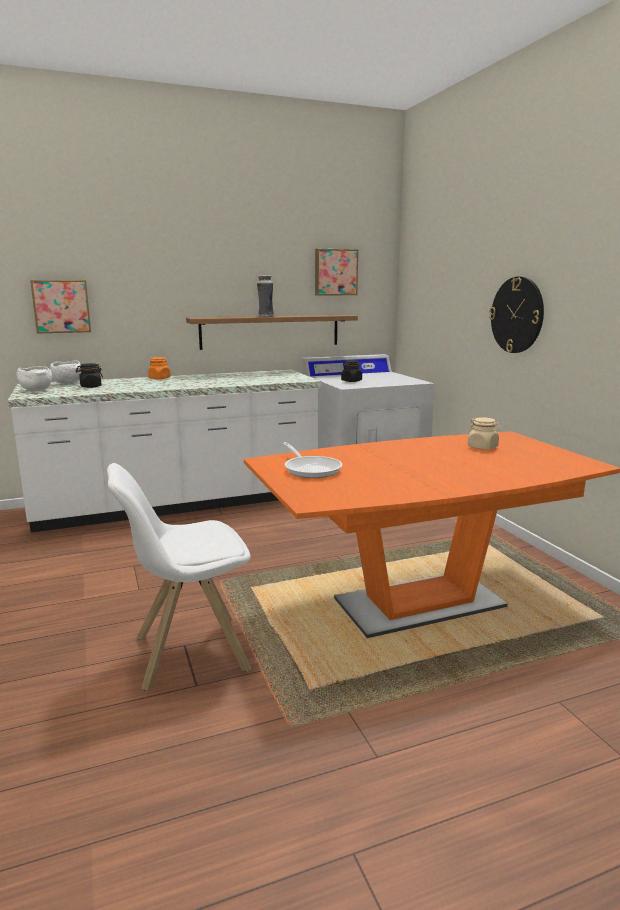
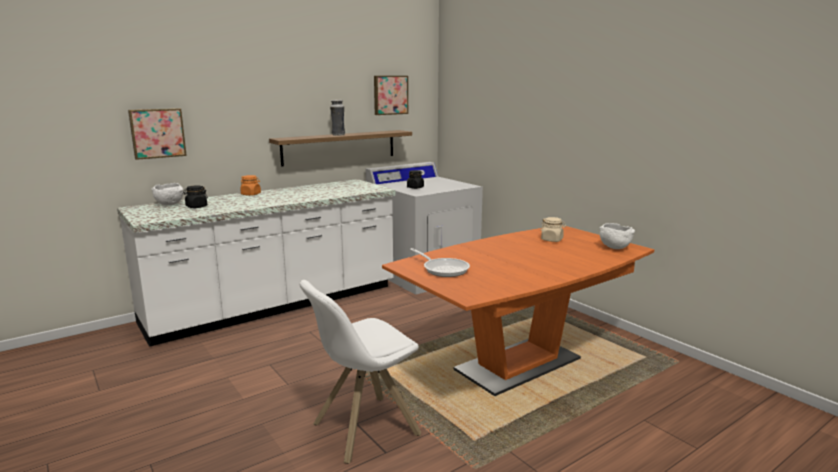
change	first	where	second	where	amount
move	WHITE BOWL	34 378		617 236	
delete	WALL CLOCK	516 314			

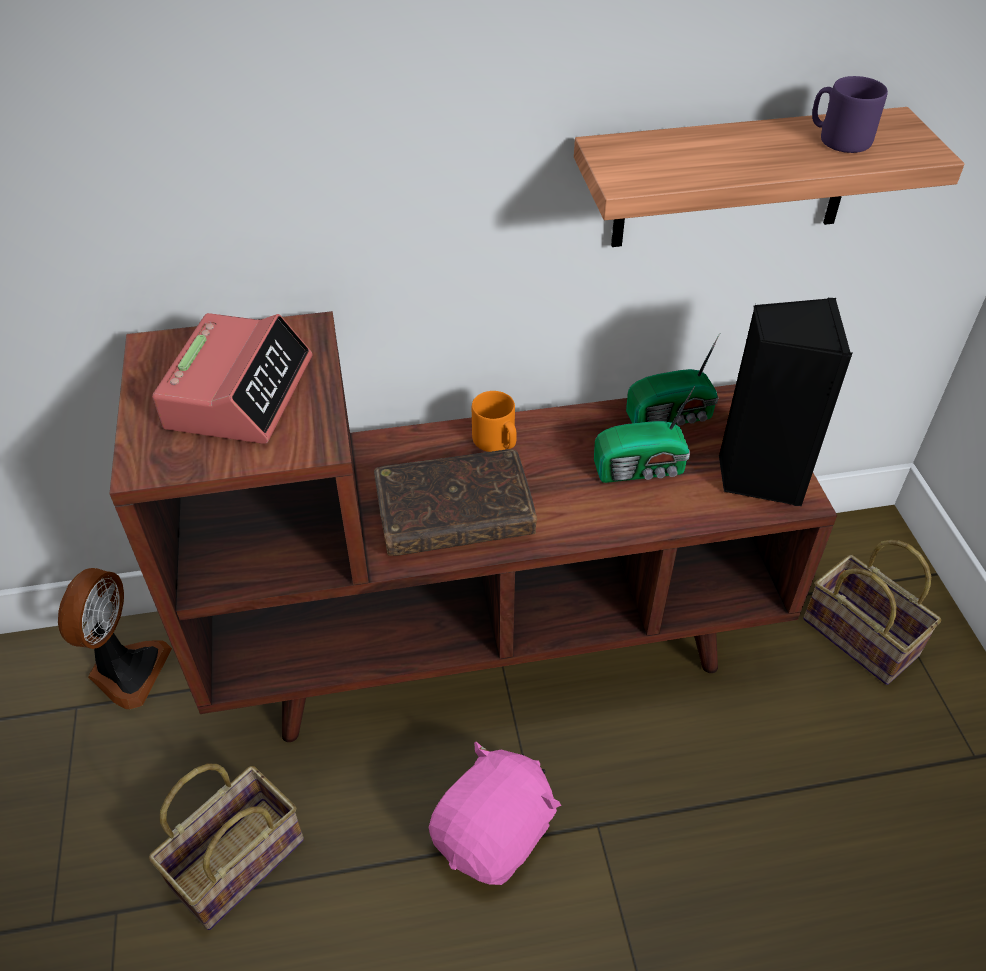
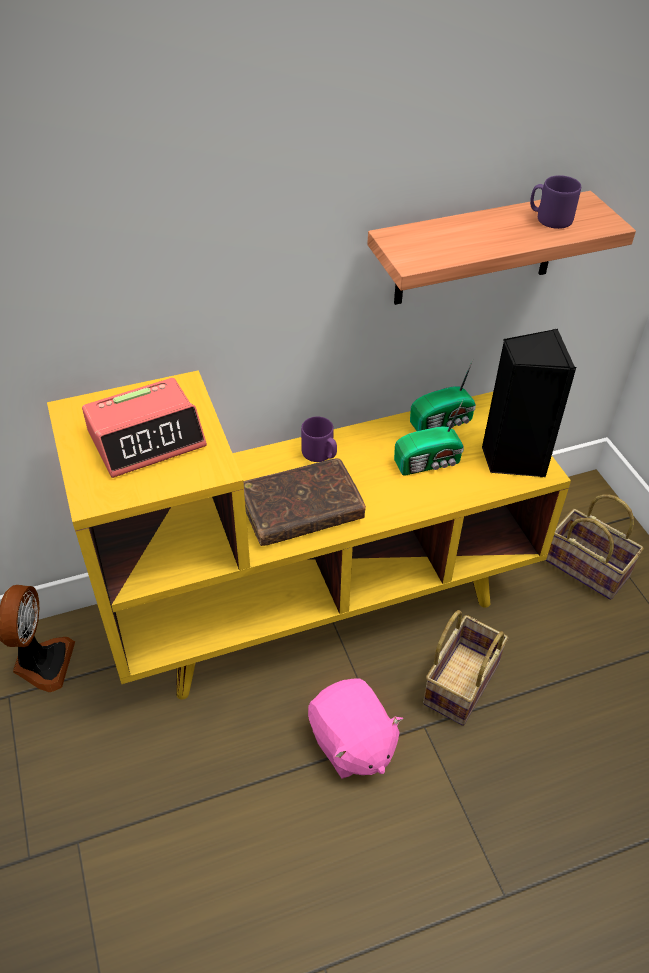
change	first	where	second	where	amount
recolor	BROWN TV STAND	473 526	YELLOW TV STAND	309 535	
move	BASKET	226 846		465 668	
rotate	ALARM CLOCK	232 378		144 428	60 degrees clockwise
rotate	PINK PLUSH TOY	495 813		355 728	120 degrees clockwise
recolor	ORANGE MUG	494 421	PURPLE MUG	319 439	

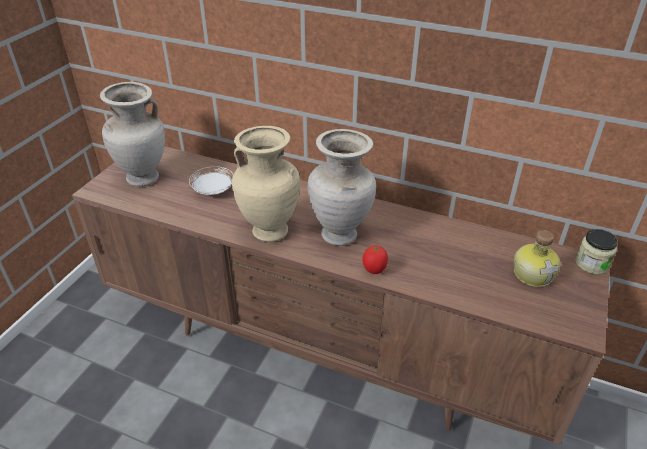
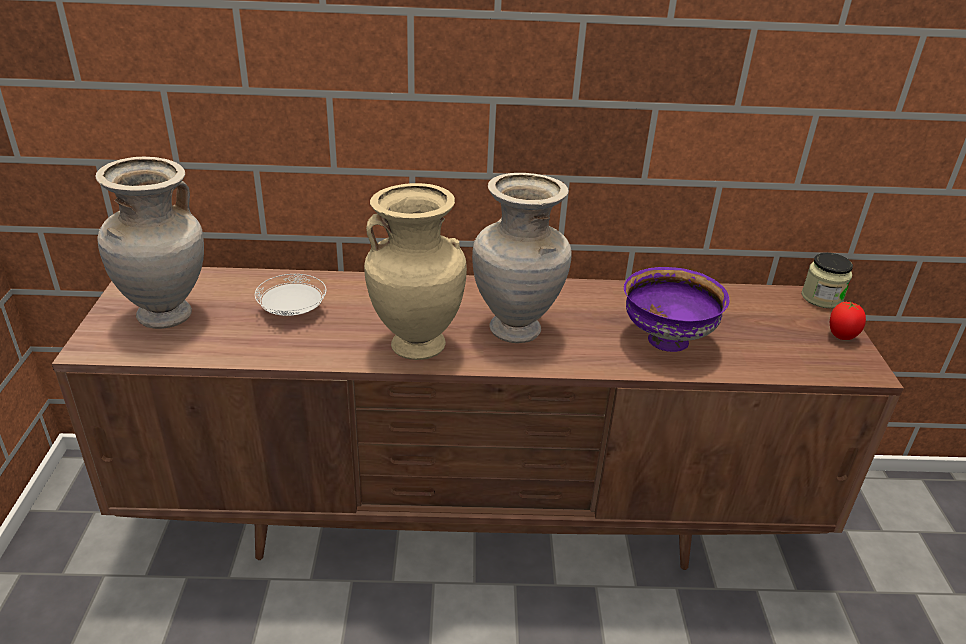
change	first	where	second	where	amount
move	TOMATO	375 259		848 321	
delete	BOTTLE	537 258			
insert			PURPLE BOWL	676 309	

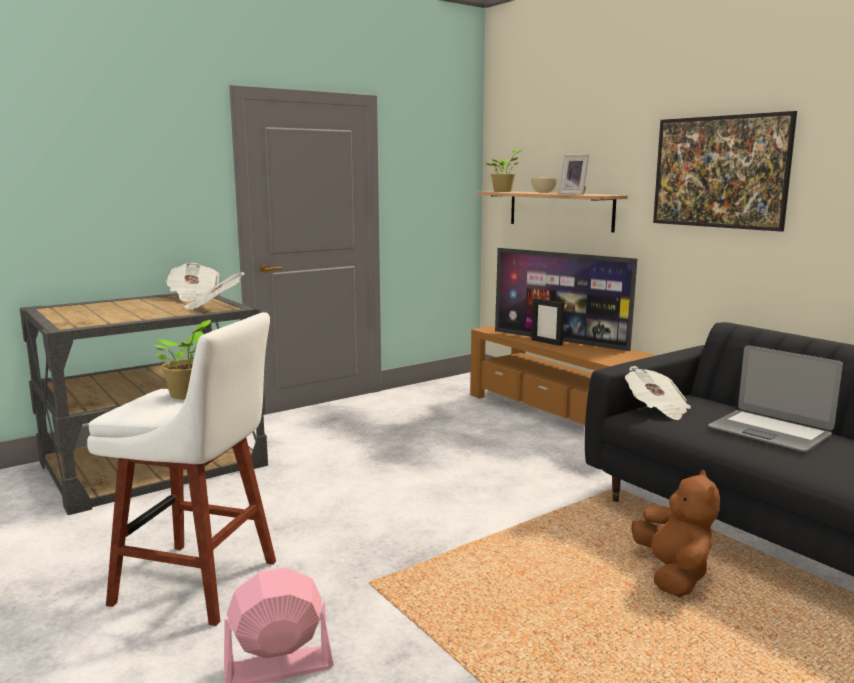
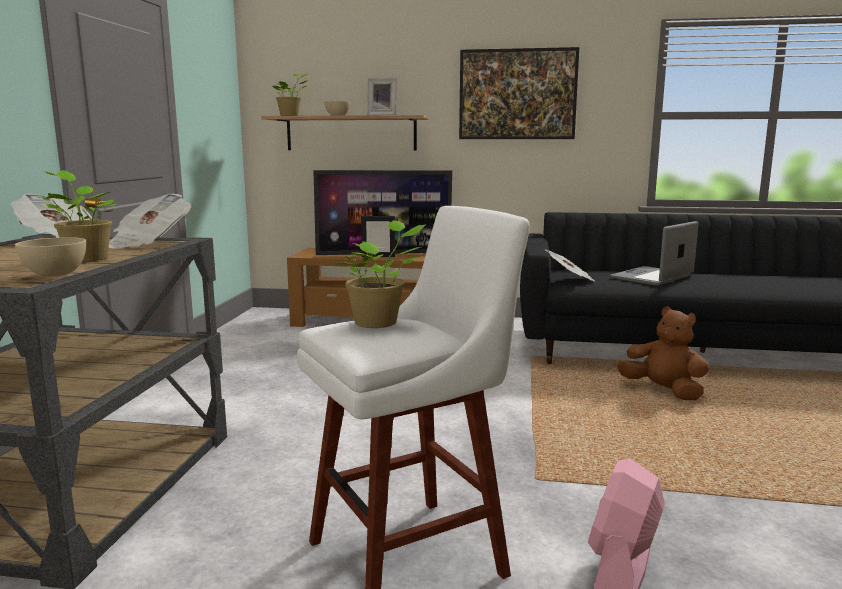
change	first	where	second	where	amount
rotate	LAPTOP	775 398		654 253	135 degrees clockwise
insert			BEIGE BOWL	50 257	
insert			POTTED PLANT	77 216	

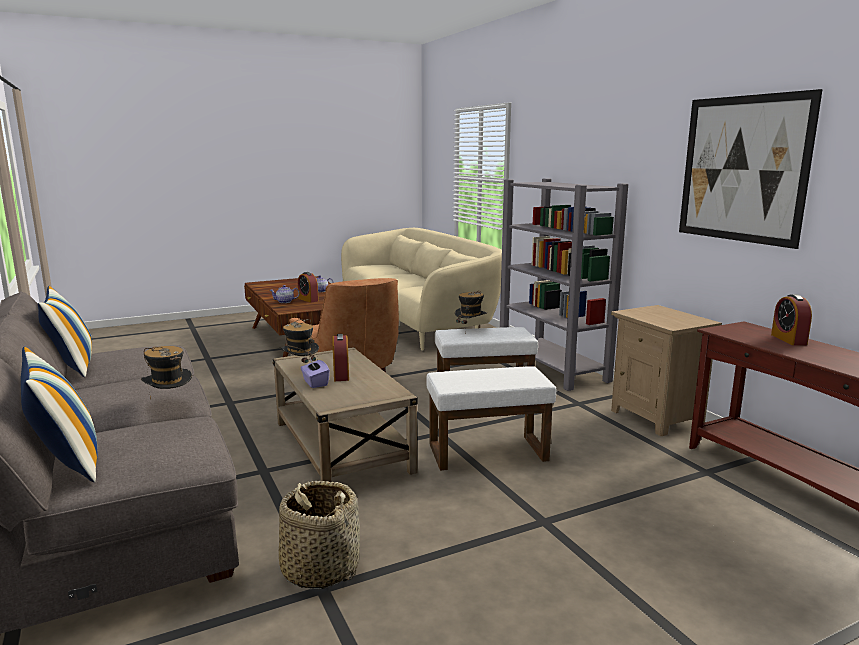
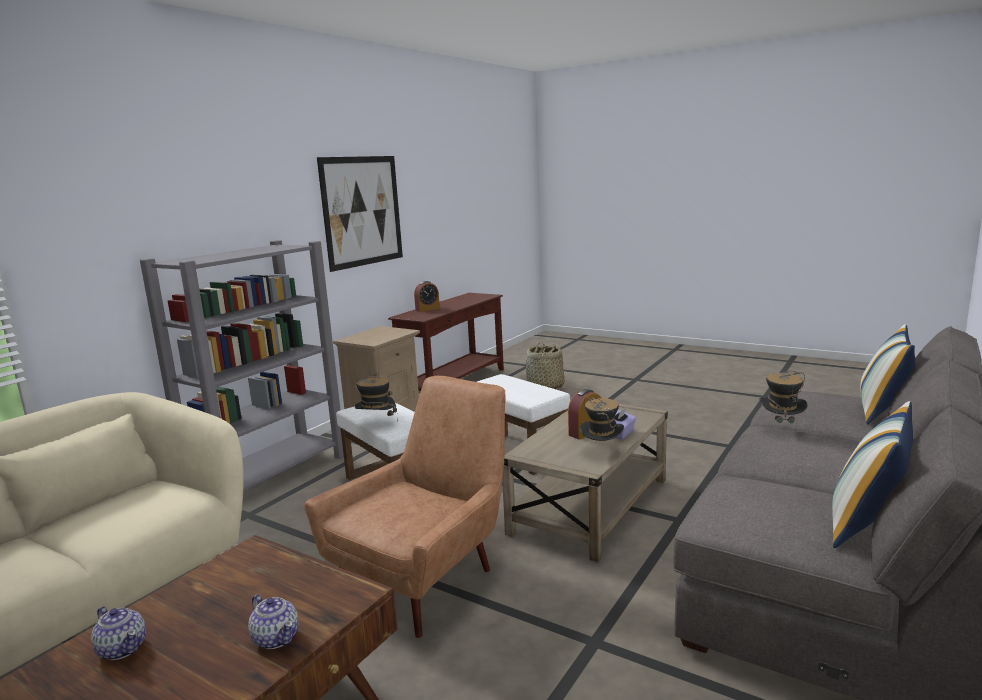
change	first	where	second	where	amount
move	BASKET	319 535		545 365	
delete	ALARM CLOCK	308 287			

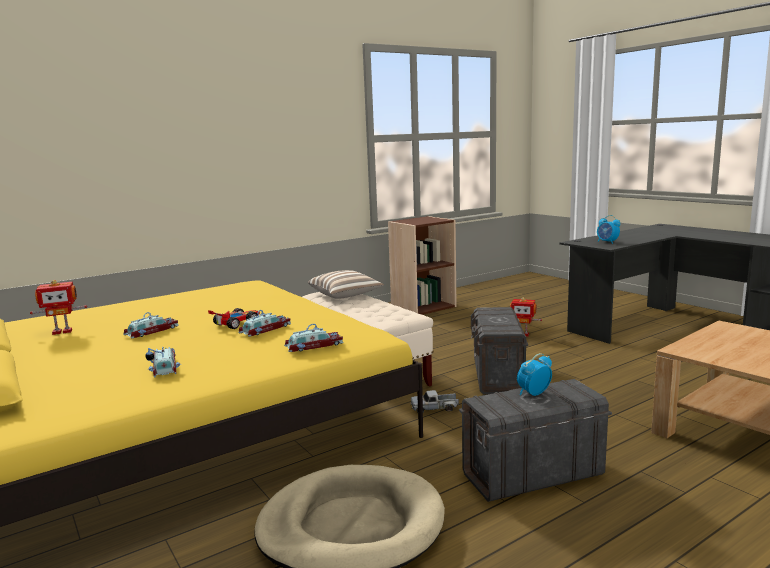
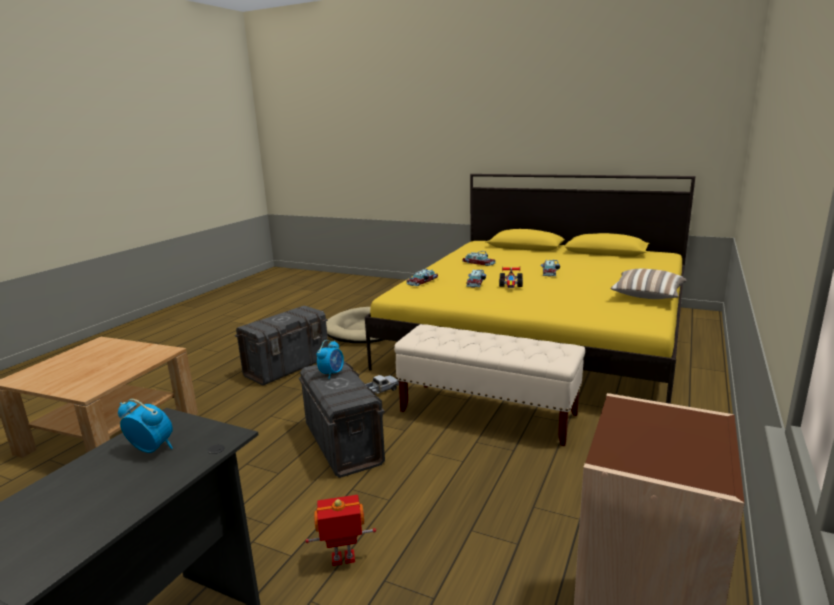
change	first	where	second	where	amount
delete	TOY ROBOT	58 307			
move	PILLOW	346 284		648 284	
move	ALARM CLOCK	534 374		330 359	

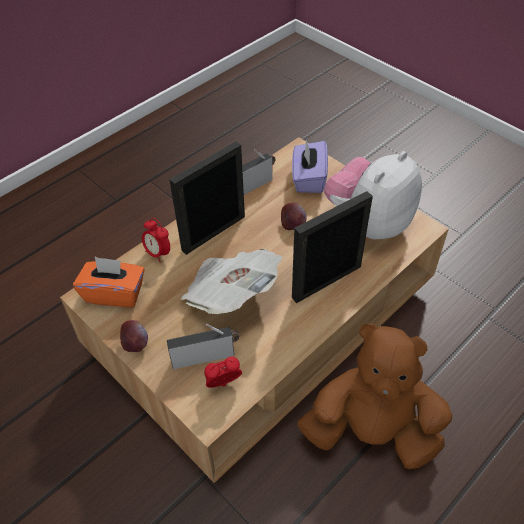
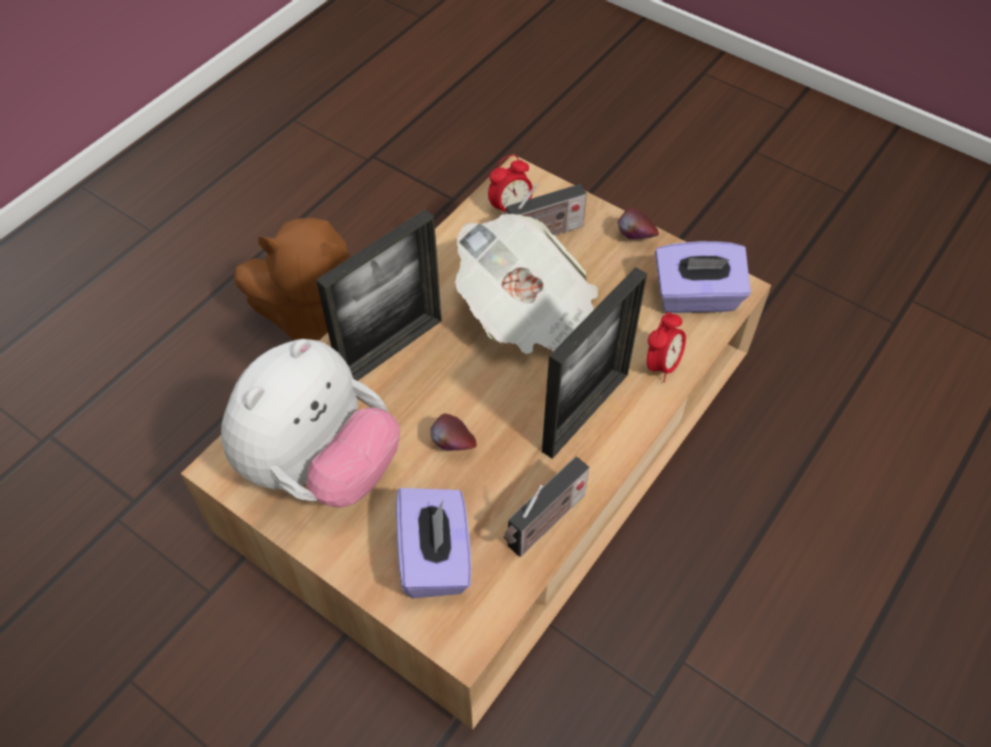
change	first	where	second	where	amount
recolor	ORANGE TISSUE BOX	109 282	PURPLE TISSUE BOX	703 277	
rotate	ALARM CLOCK	156 240		666 347	90 degrees clockwise

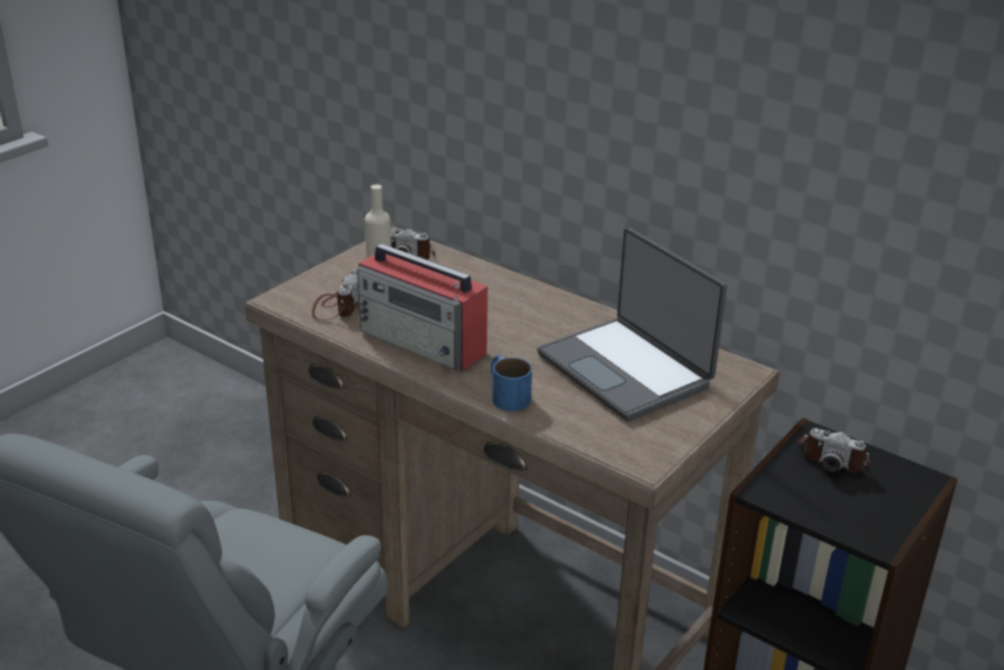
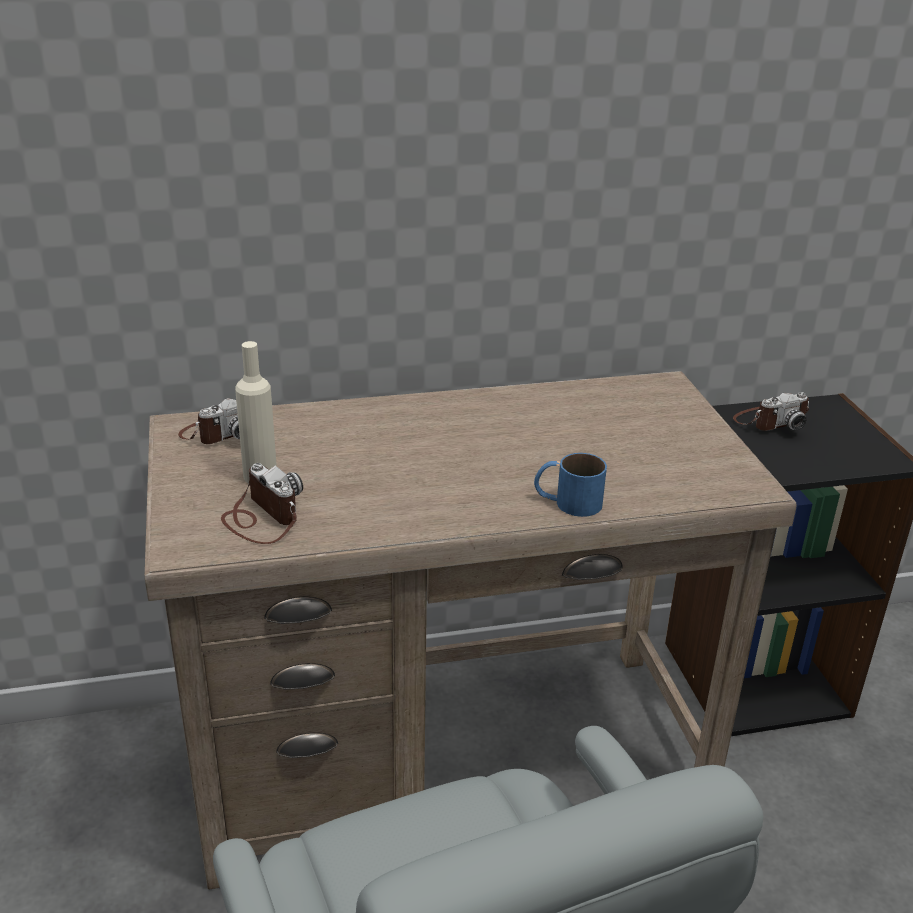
change	first	where	second	where	amount
delete	RADIO	422 307			
delete	LAPTOP	632 325			

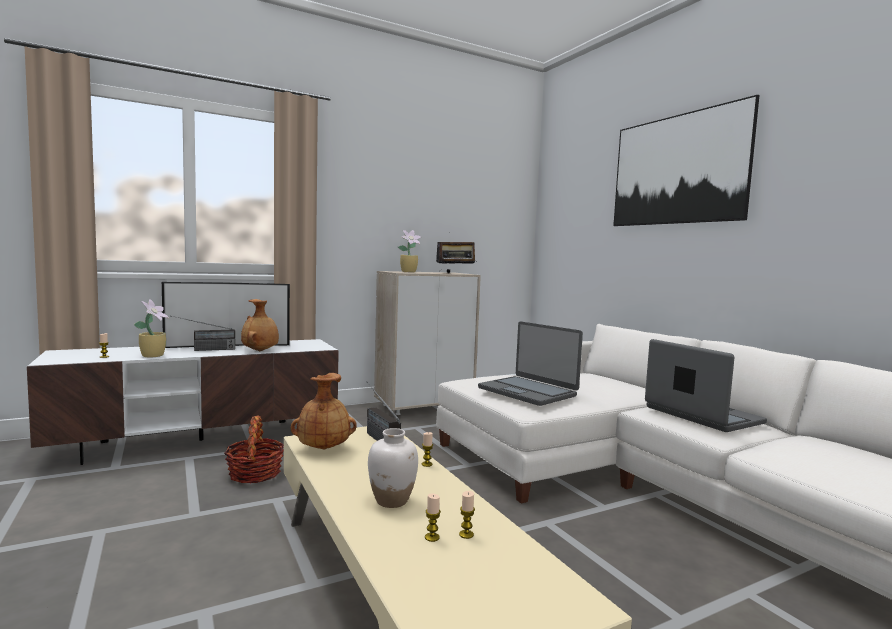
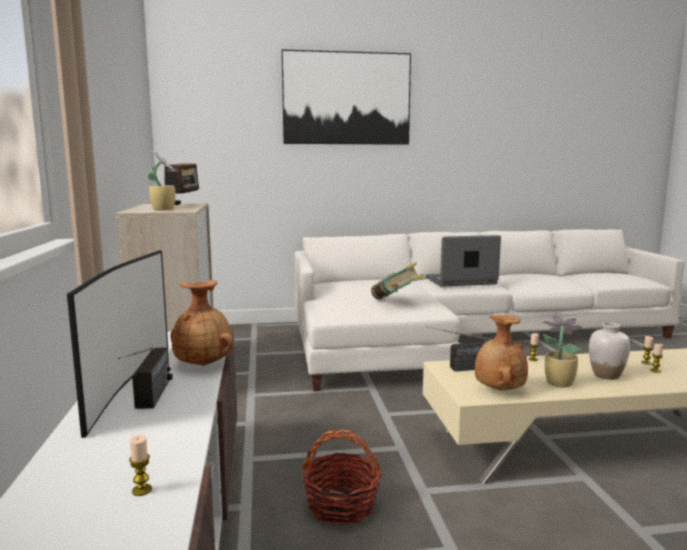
change	first	where	second	where	amount
move	POTTED PLANT	151 328		563 351	
replace	LAPTOP	530 363	BOOK	397 281	

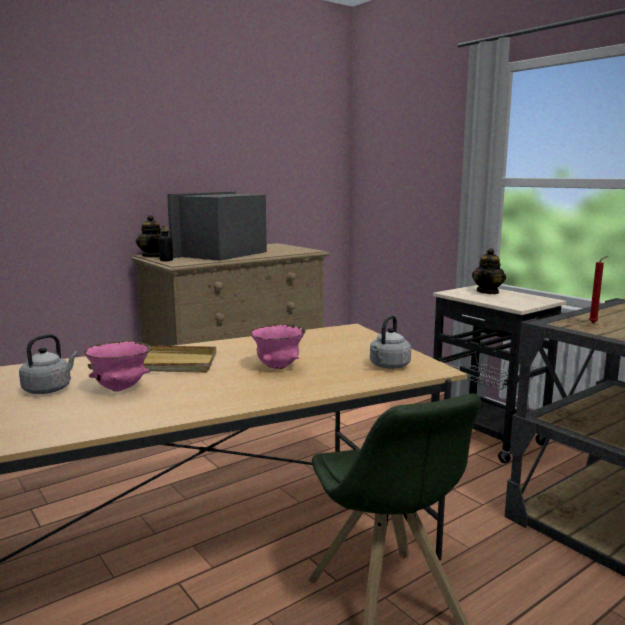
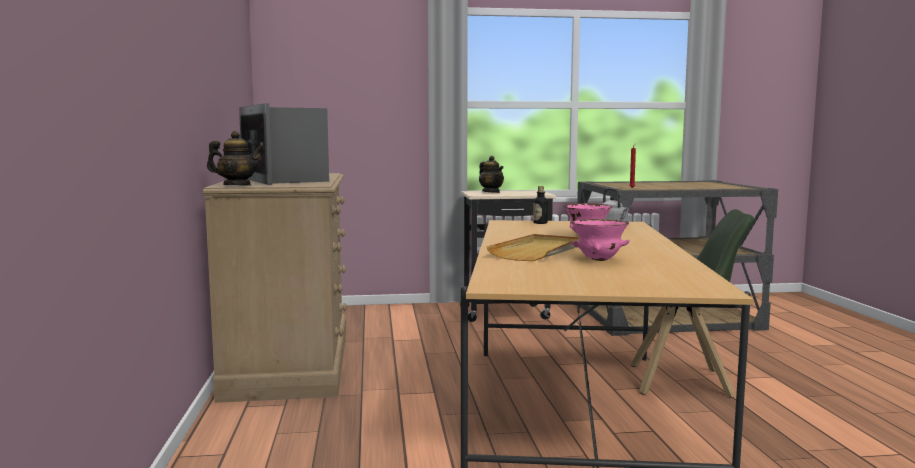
change	first	where	second	where	amount
delete	GREY KETTLE	48 364			
move	BOTTLE	165 243		540 205	

